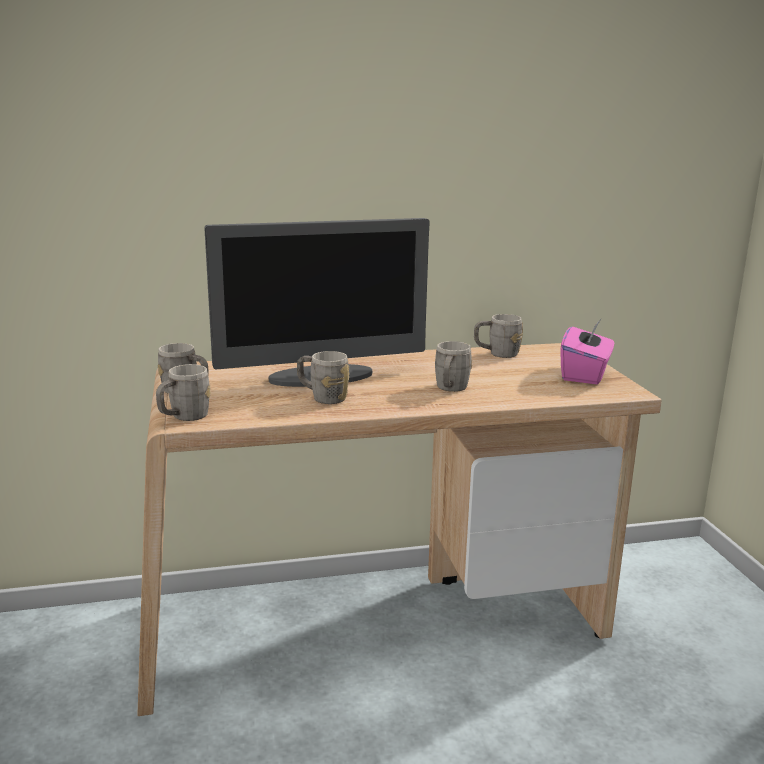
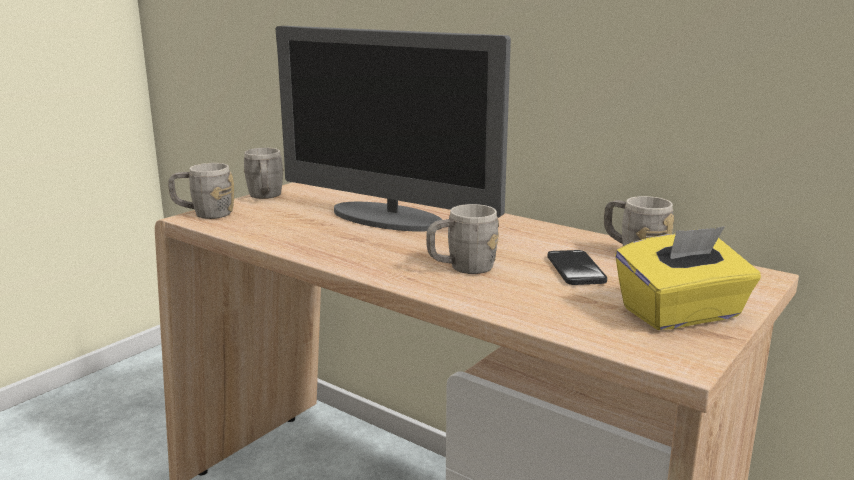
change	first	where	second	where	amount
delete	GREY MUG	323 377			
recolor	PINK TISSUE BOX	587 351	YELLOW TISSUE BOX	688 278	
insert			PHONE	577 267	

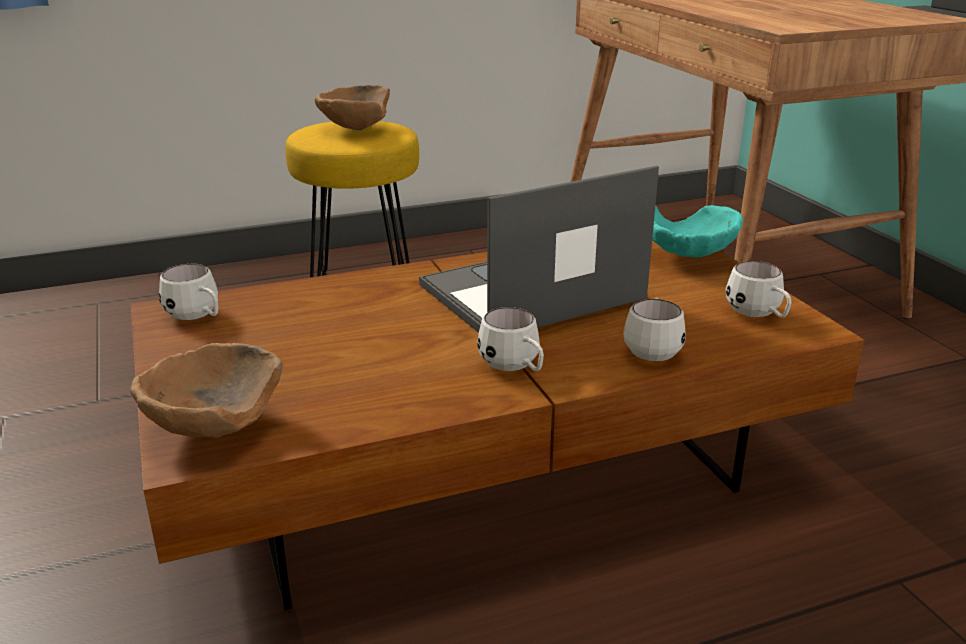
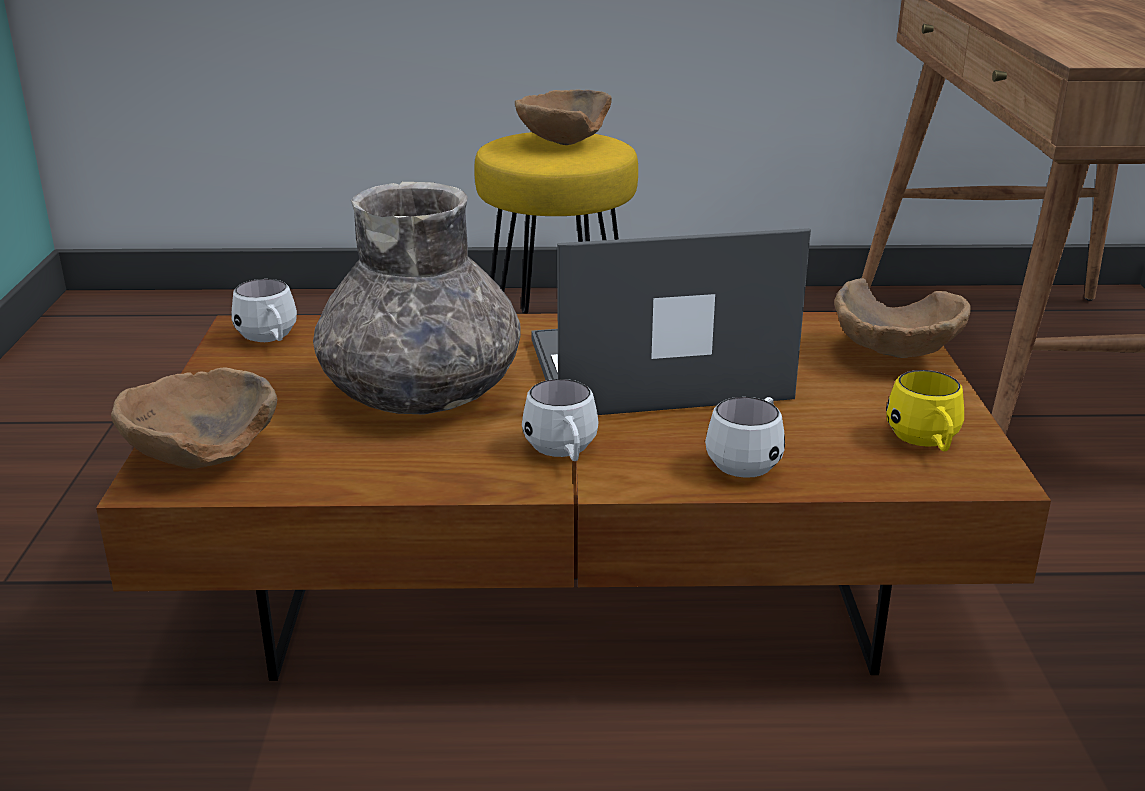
change	first	where	second	where	amount
recolor	TURQUOISE BOWL	697 231	BROWN BOWL	902 318	
recolor	WHITE MUG	758 289	YELLOW MUG	925 410	
insert			GREY VASE	417 298	

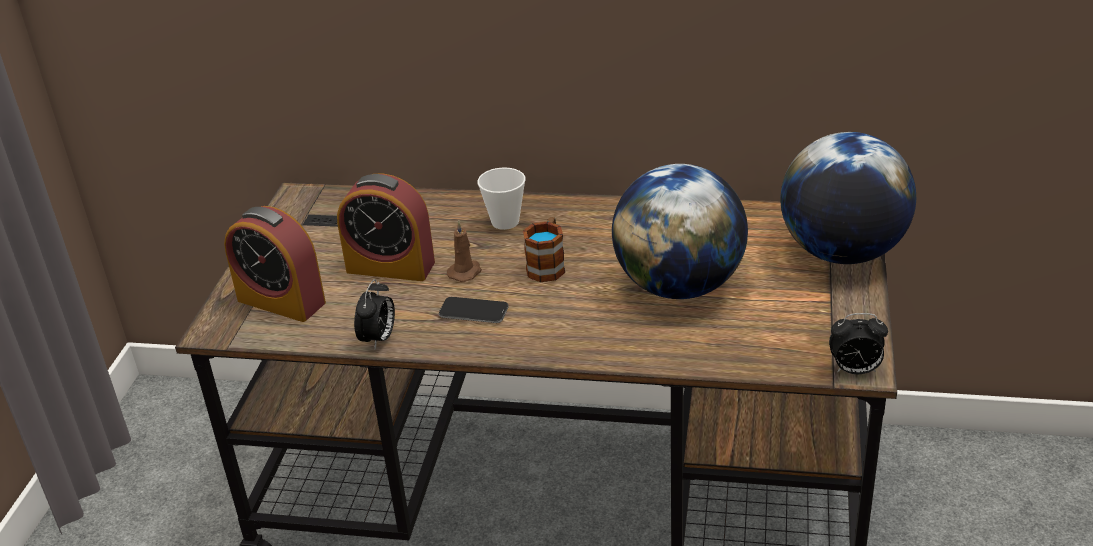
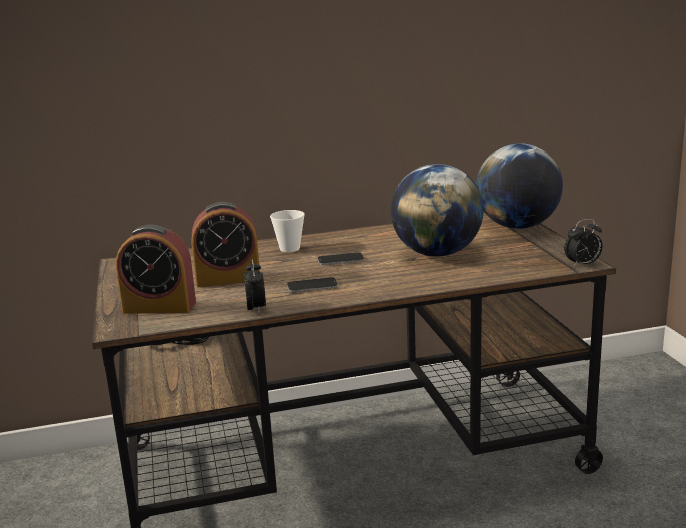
change	first	where	second	where	amount
delete	BROWN CANDLE	464 251			
replace	MUG	544 249	PHONE	340 258	

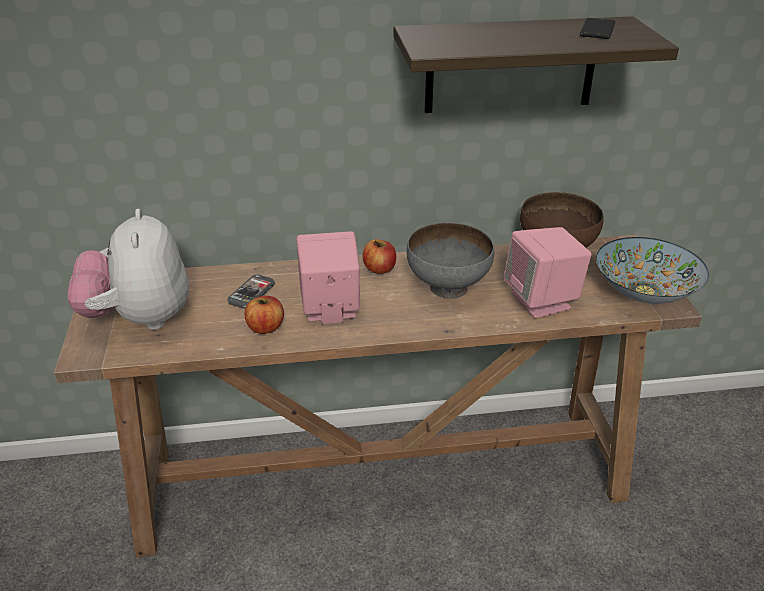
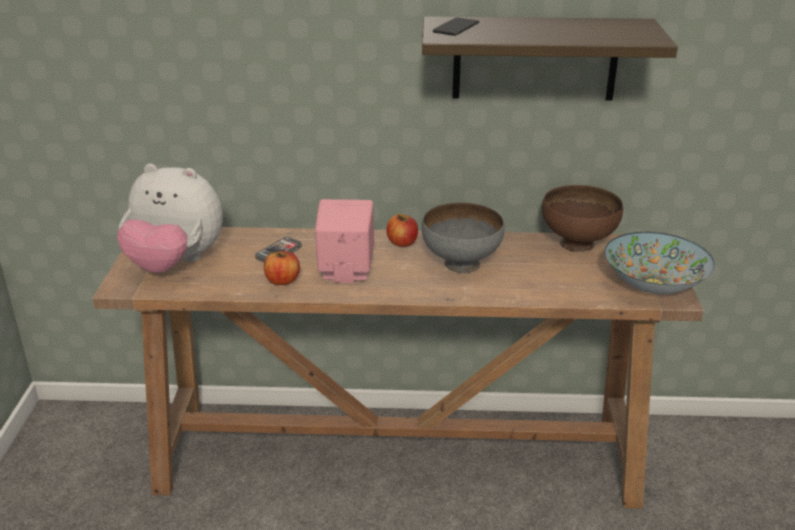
change	first	where	second	where	amount
rotate	PLUSH TOY	128 269		170 218	75 degrees counterclockwise
delete	PINK SPEAKER	547 272			
move	PHONE	597 28		455 26	

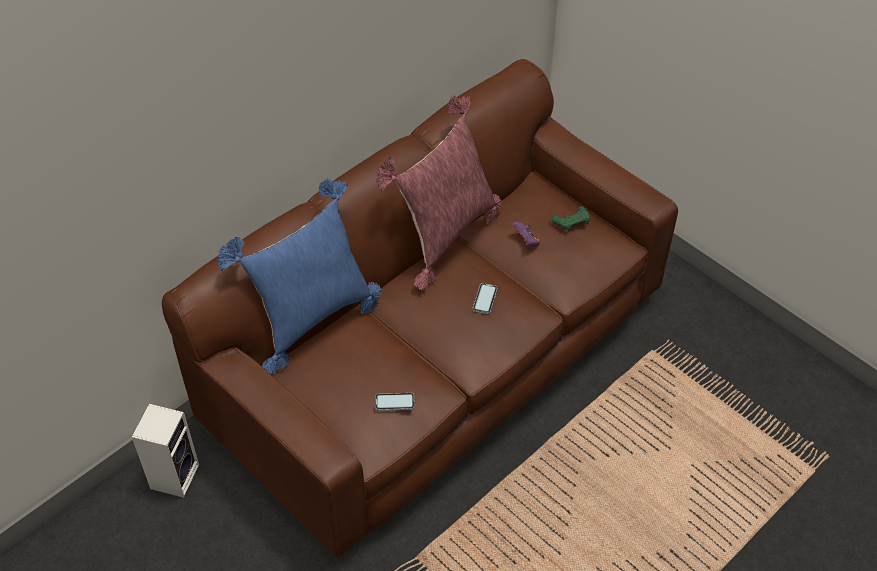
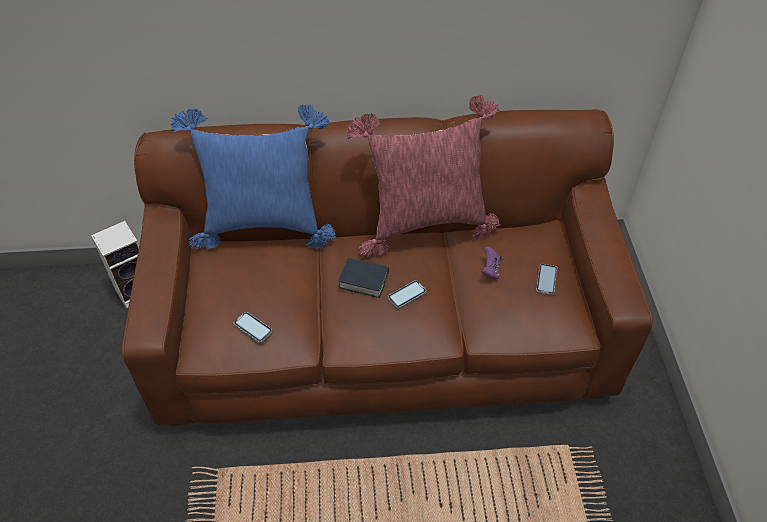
change	first	where	second	where	amount
replace	GREEN GAME CONTROLLER	571 219	PHONE	546 279	
insert			BOOK	363 278	

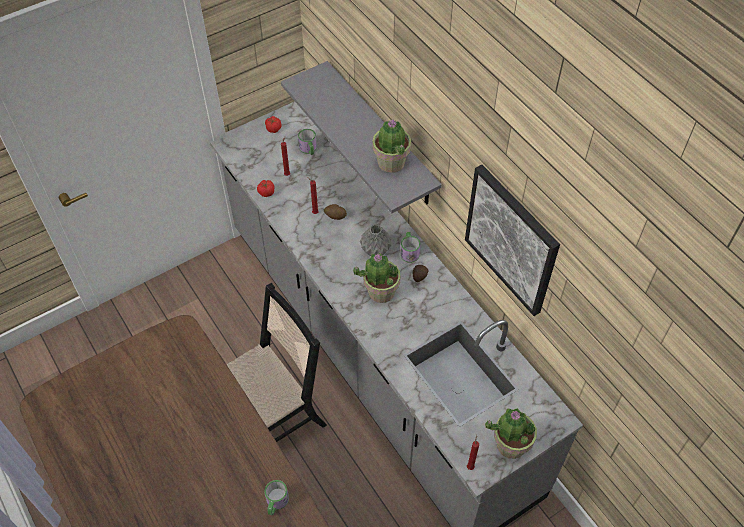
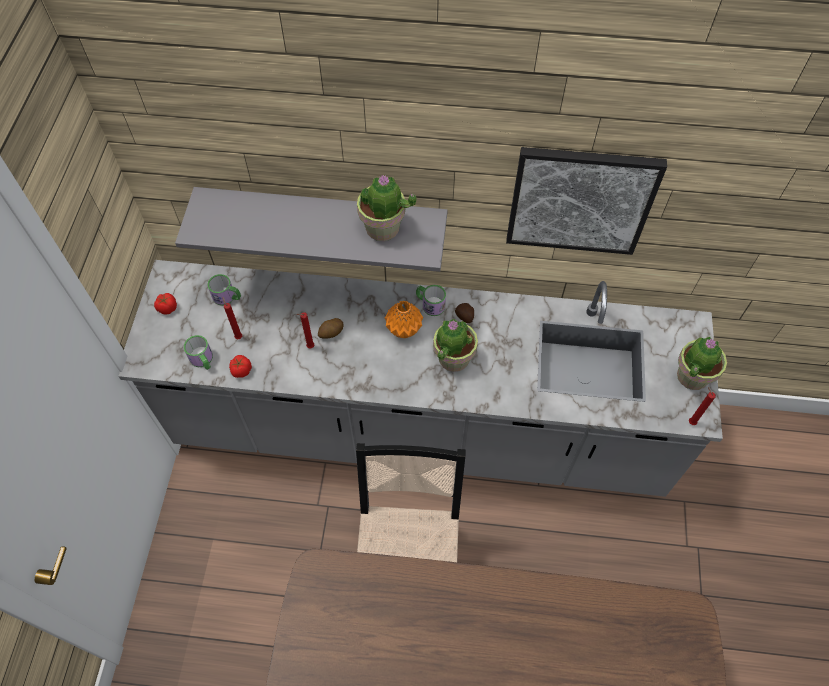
change	first	where	second	where	amount
move	MUG	276 497		198 352	
recolor	GREY VASE	375 240	ORANGE VASE	404 319	

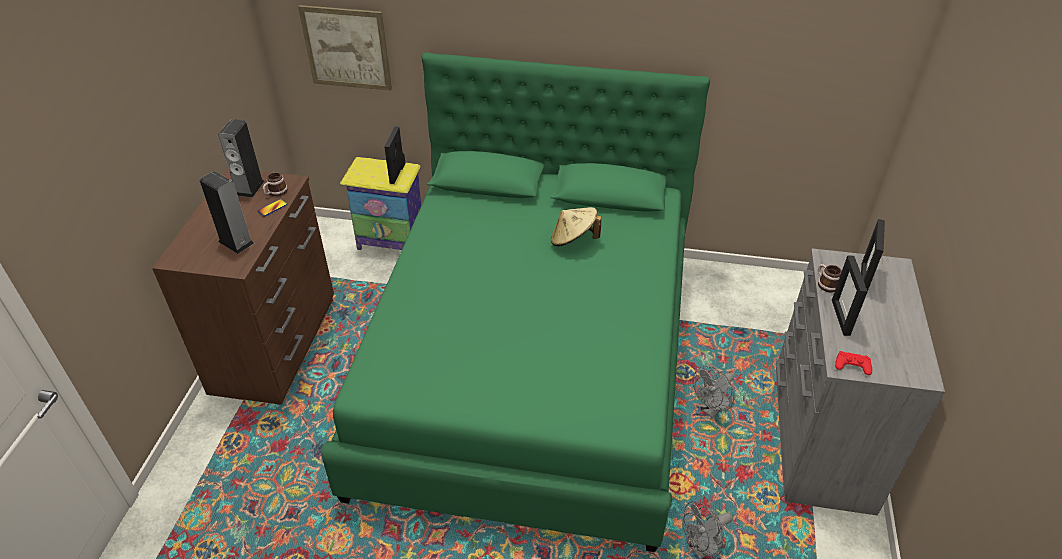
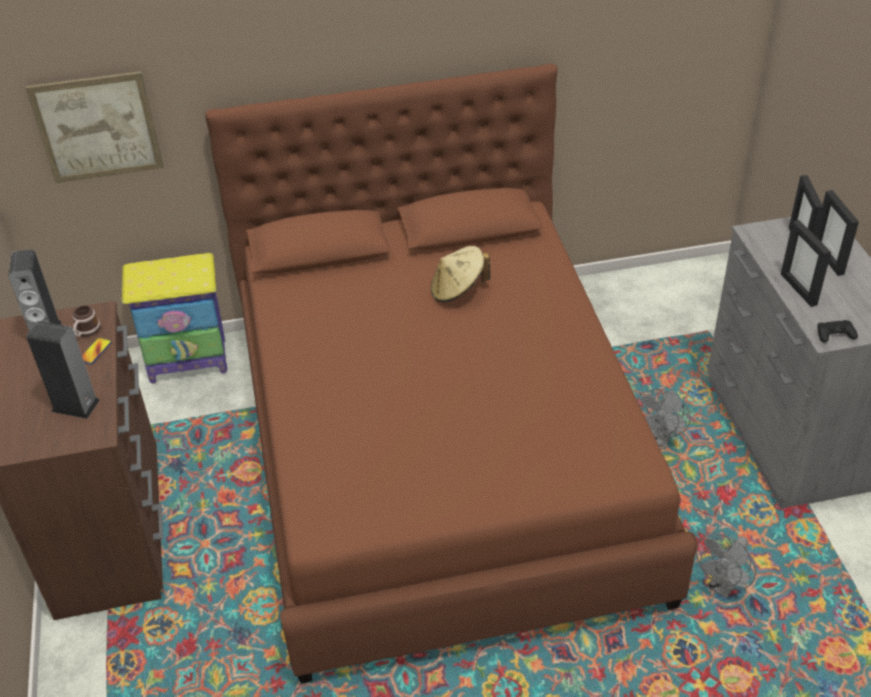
change	first	where	second	where	amount
recolor	GREEN BED	515 302	BROWN BED	451 373	
move	PICTURE FRAME	395 155		837 233	
delete	MUG	830 278			
recolor	RED GAME CONTROLLER	853 363	BLACK GAME CONTROLLER	837 331	

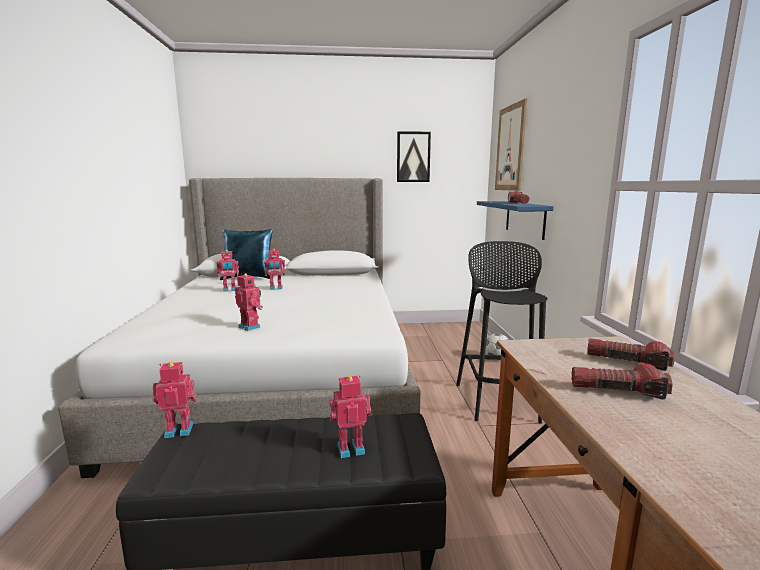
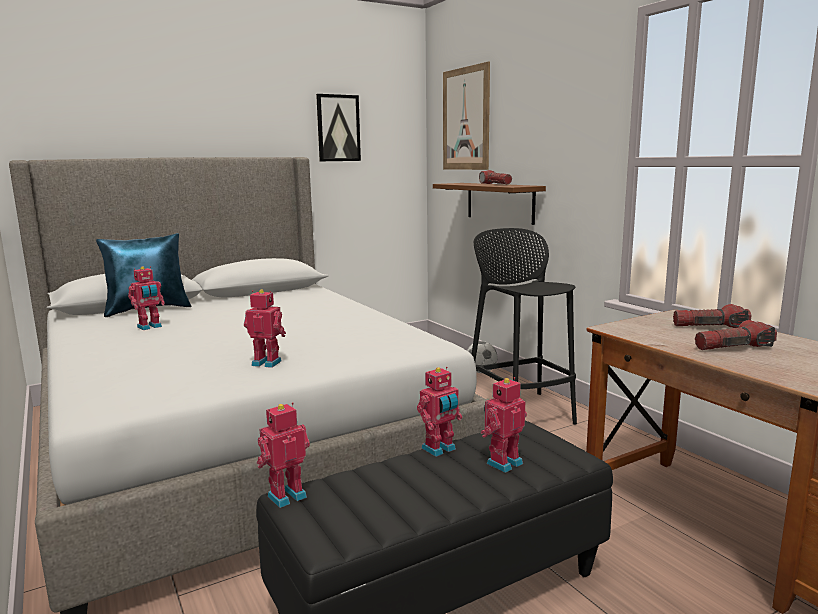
change	first	where	second	where	amount
move	TOY ROBOT	274 269		439 412	
recolor	BLUE SHELF	515 220	BROWN SHELF	489 204	

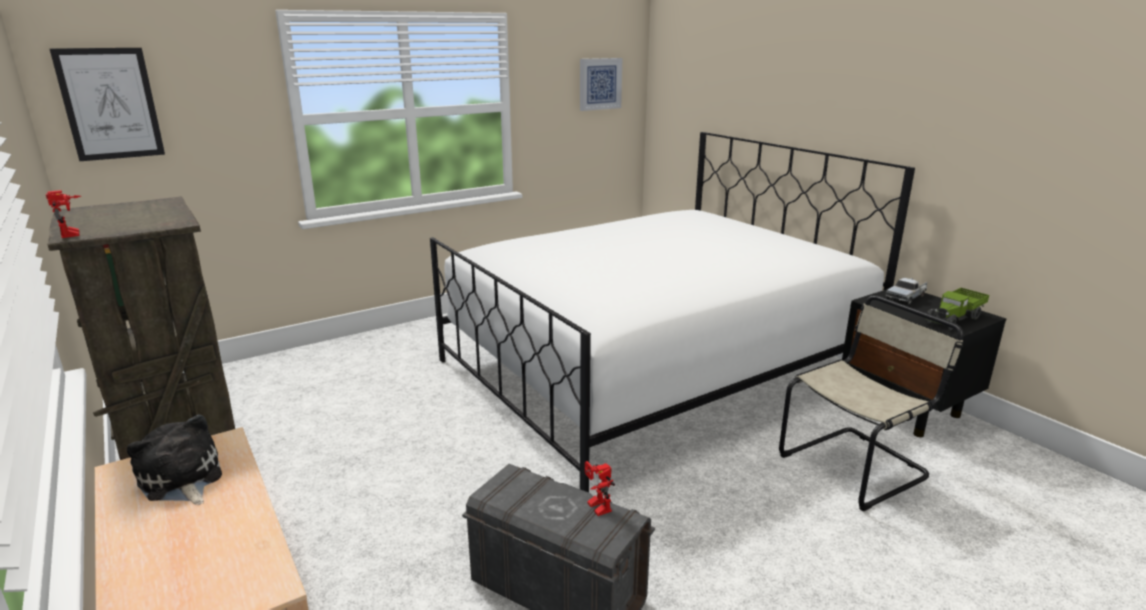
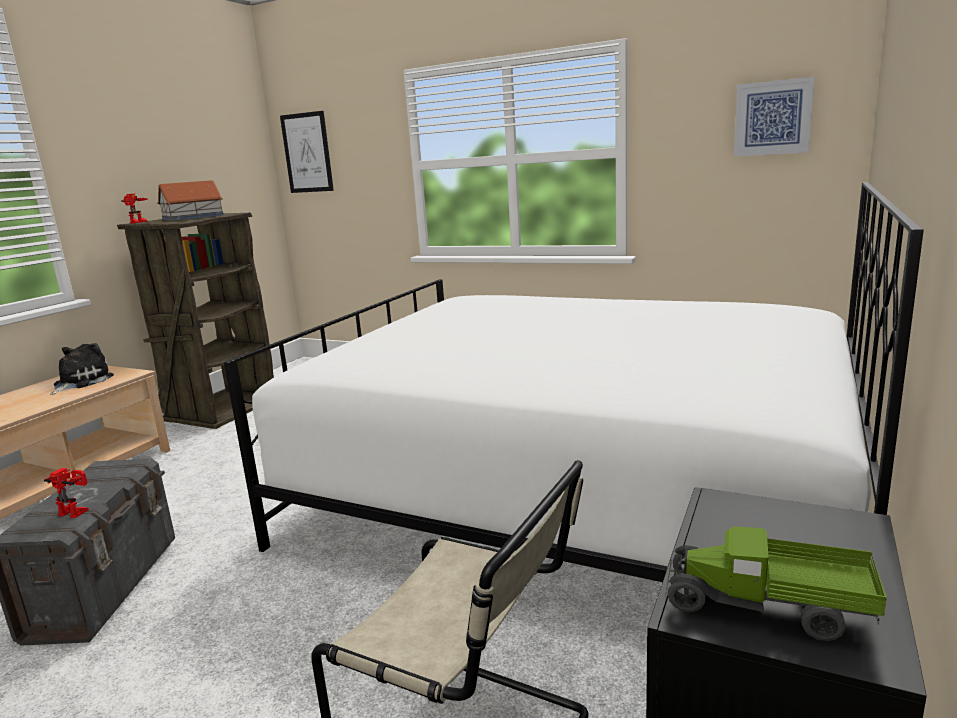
change	first	where	second	where	amount
rotate	TOY ROBOT	600 488		66 493	75 degrees clockwise
delete	TOY TRUCK	906 291			
insert			TOY HOUSE	190 200	

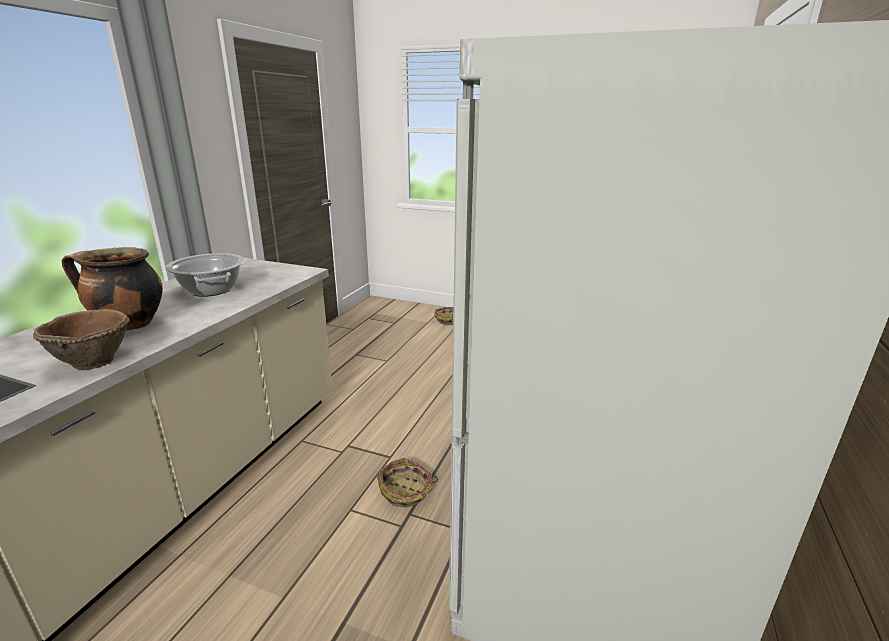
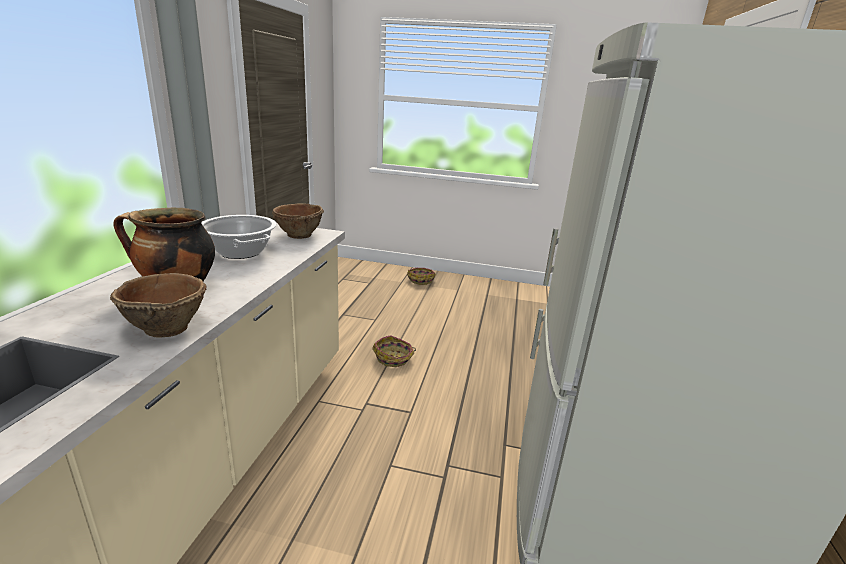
change	first	where	second	where	amount
move	BASKET	407 483		394 351	
insert			BROWN BOWL	298 221	

